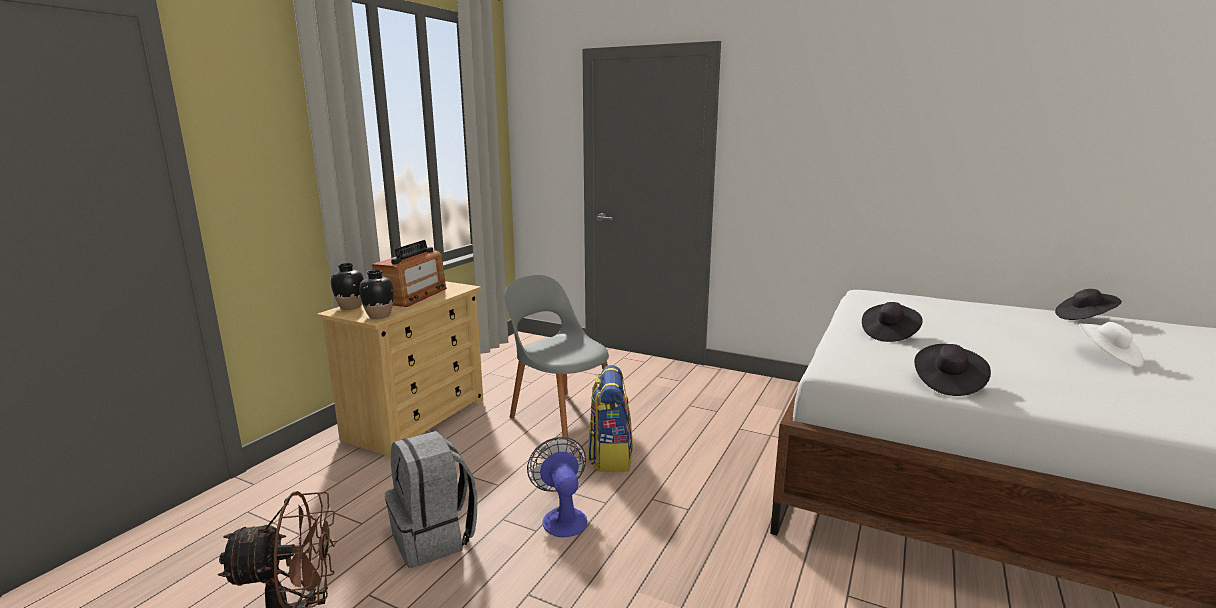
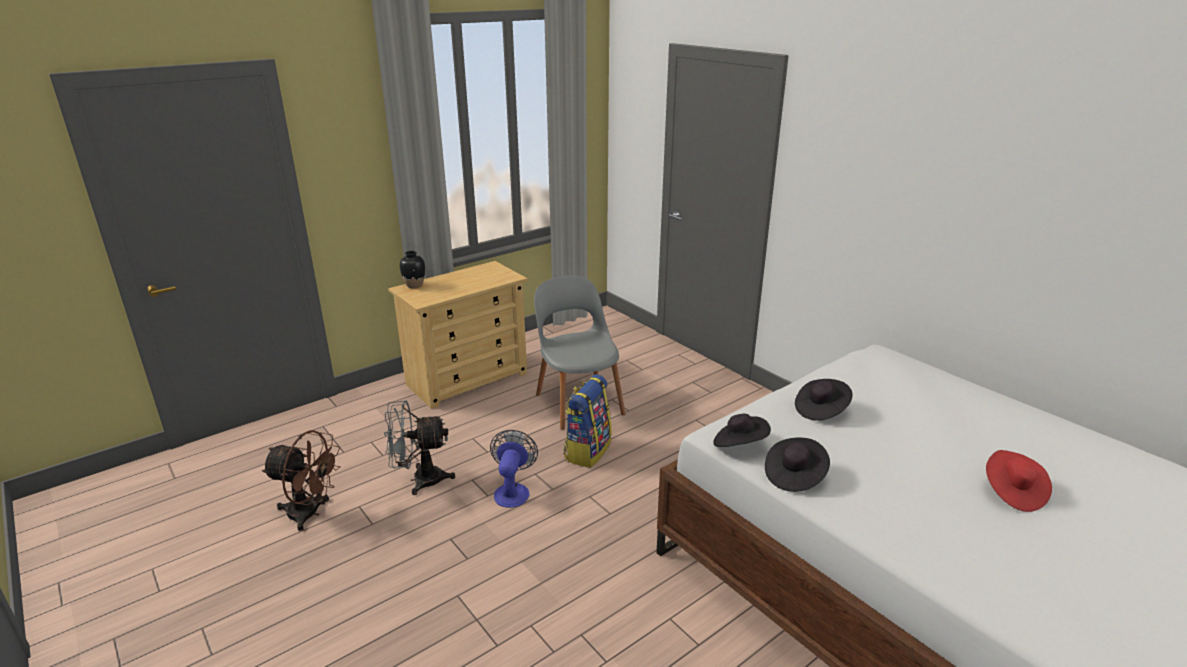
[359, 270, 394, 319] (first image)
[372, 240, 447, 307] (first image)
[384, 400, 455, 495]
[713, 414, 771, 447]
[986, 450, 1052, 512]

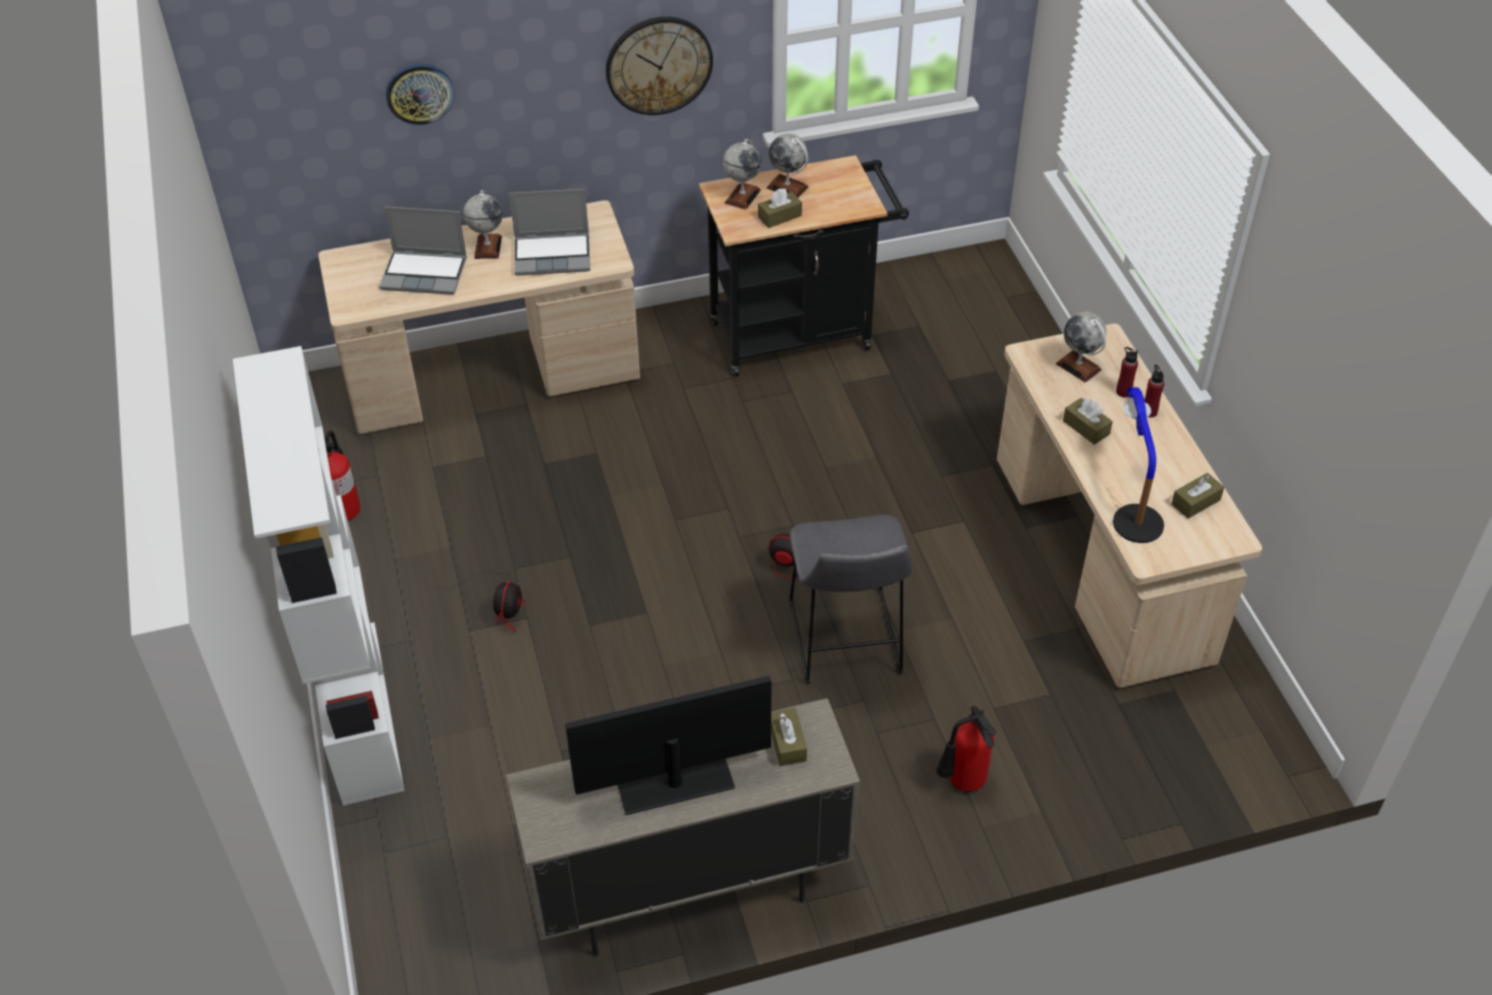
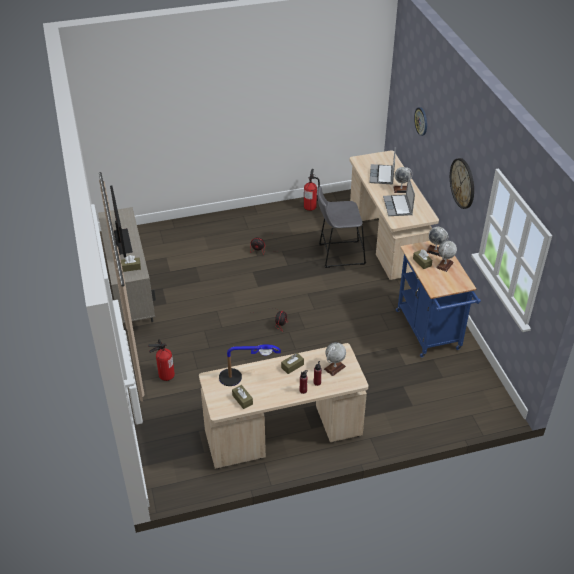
[233, 346, 404, 806] (first image)
[396, 241, 481, 357]
[318, 187, 366, 268]

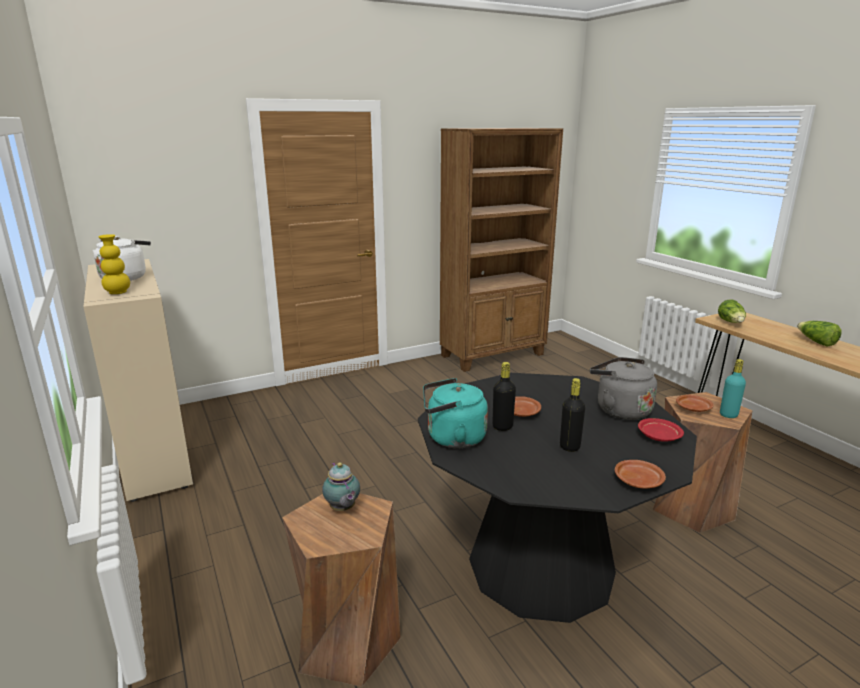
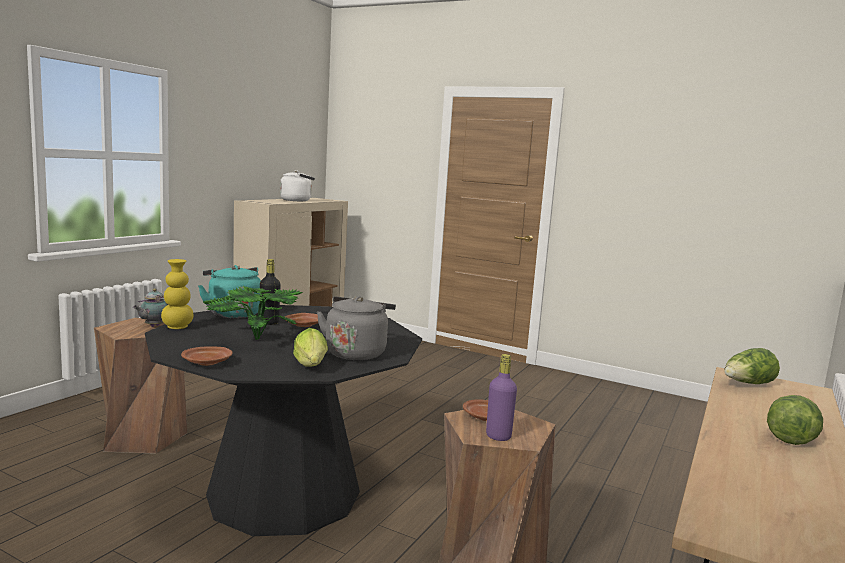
[161, 259, 194, 329]
[440, 128, 563, 372] (first image)
[203, 285, 303, 340]
[293, 328, 328, 367]
[486, 354, 517, 441]

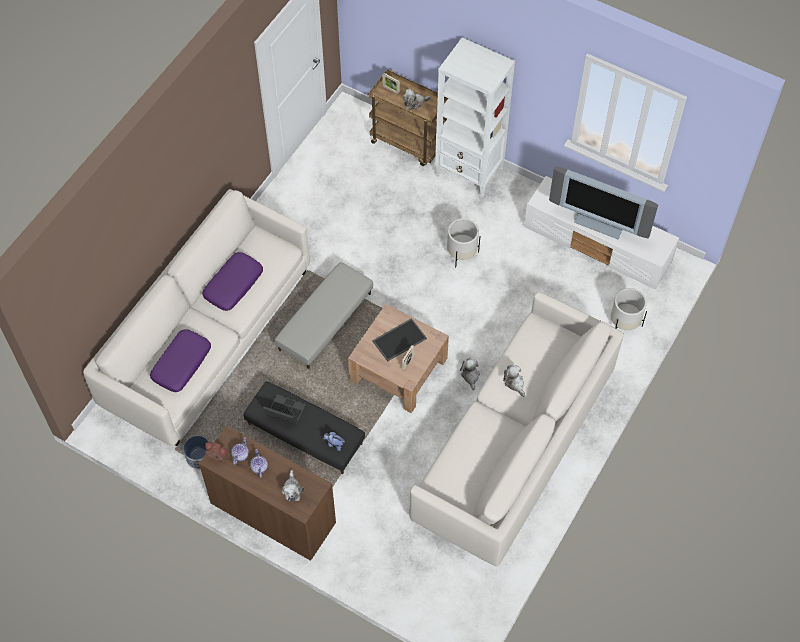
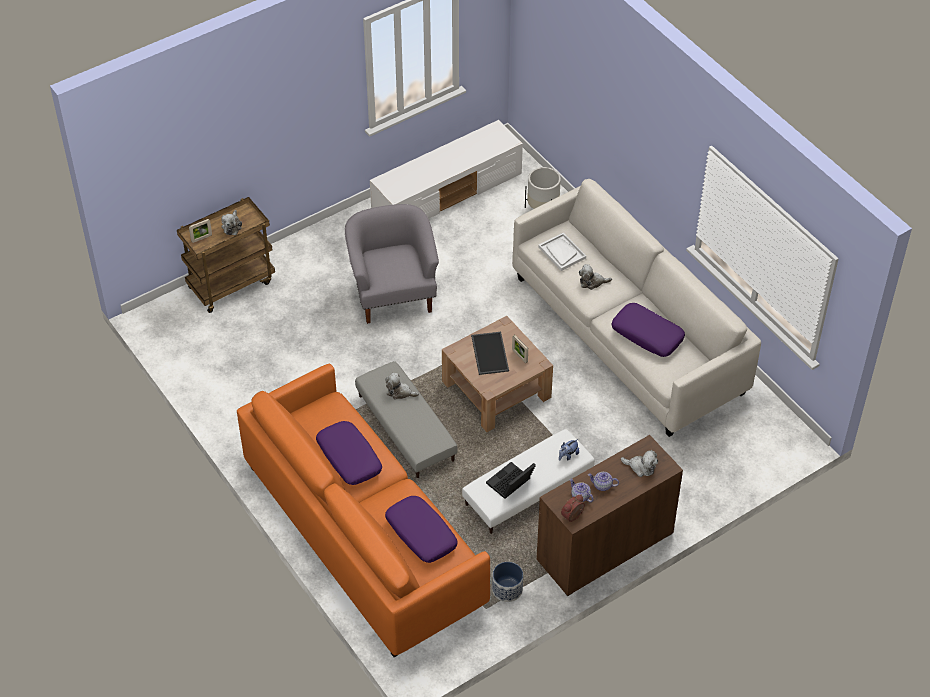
[237, 363, 490, 657]
[462, 429, 595, 534]
[435, 38, 515, 198] (first image)
[345, 204, 439, 324]
[385, 373, 419, 400]
[549, 166, 658, 239] (first image)
[538, 233, 586, 271]
[612, 303, 685, 357]

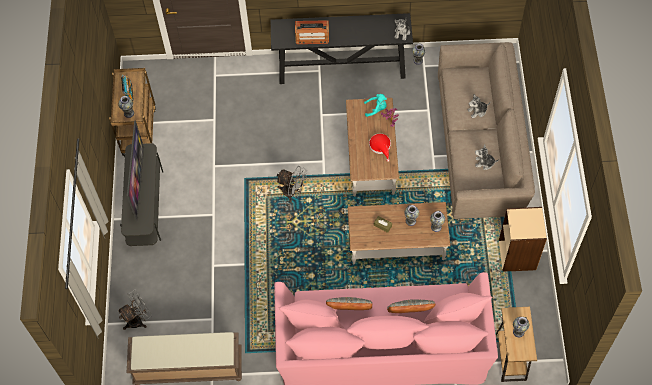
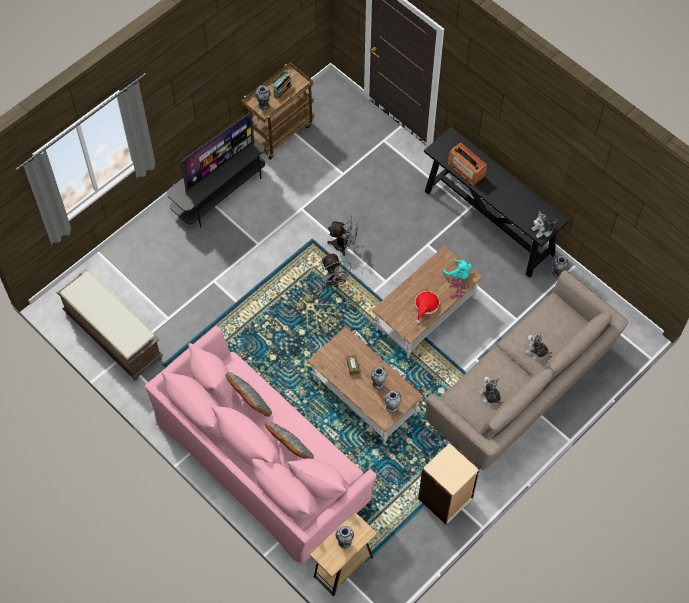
[327, 215, 359, 256]

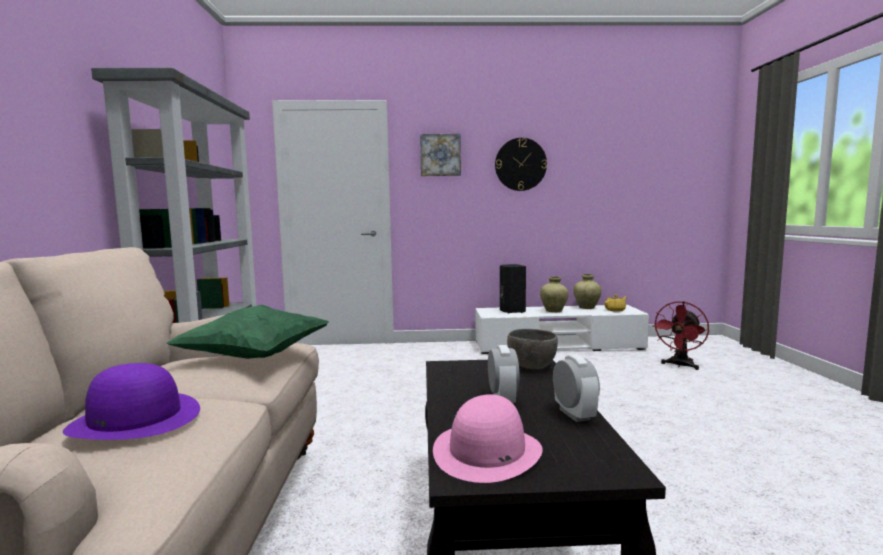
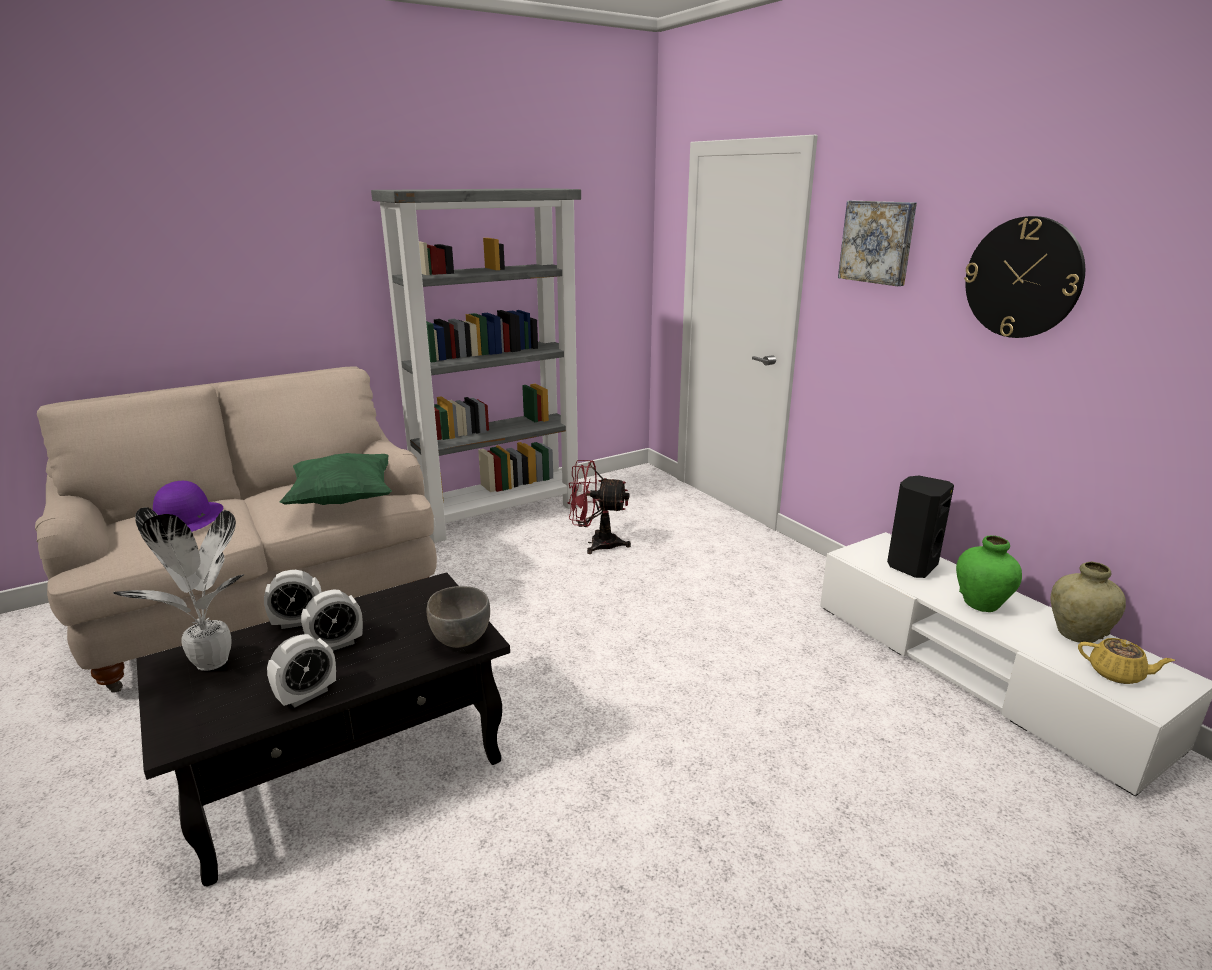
[113, 507, 245, 671]
[956, 536, 1022, 612]
[568, 460, 631, 554]
[264, 570, 321, 629]

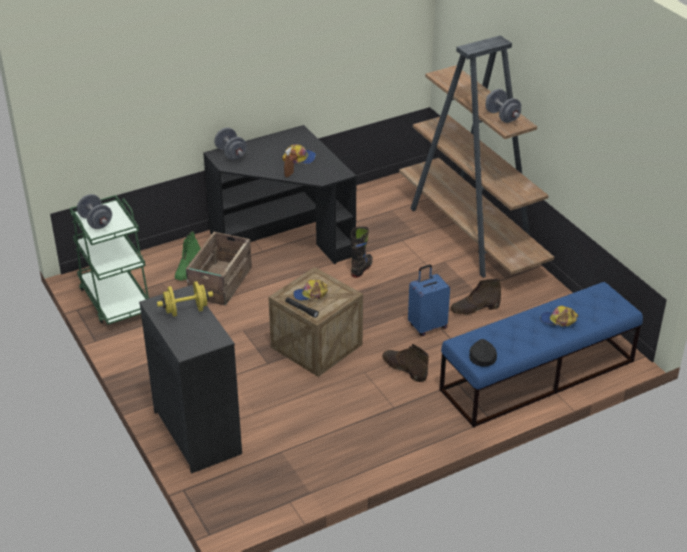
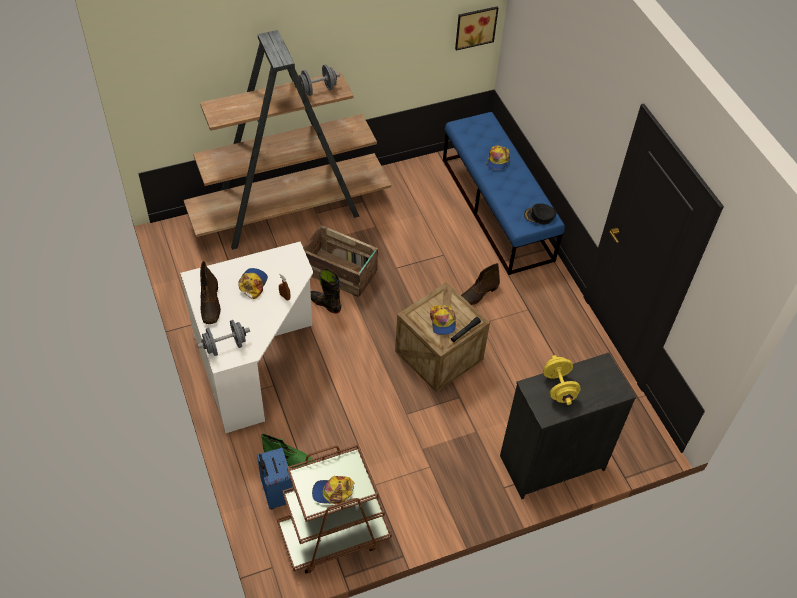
[277, 445, 392, 573]
[312, 476, 354, 504]
[303, 225, 378, 297]
[180, 242, 313, 433]
[257, 448, 293, 509]
[200, 261, 221, 324]
[455, 6, 498, 51]

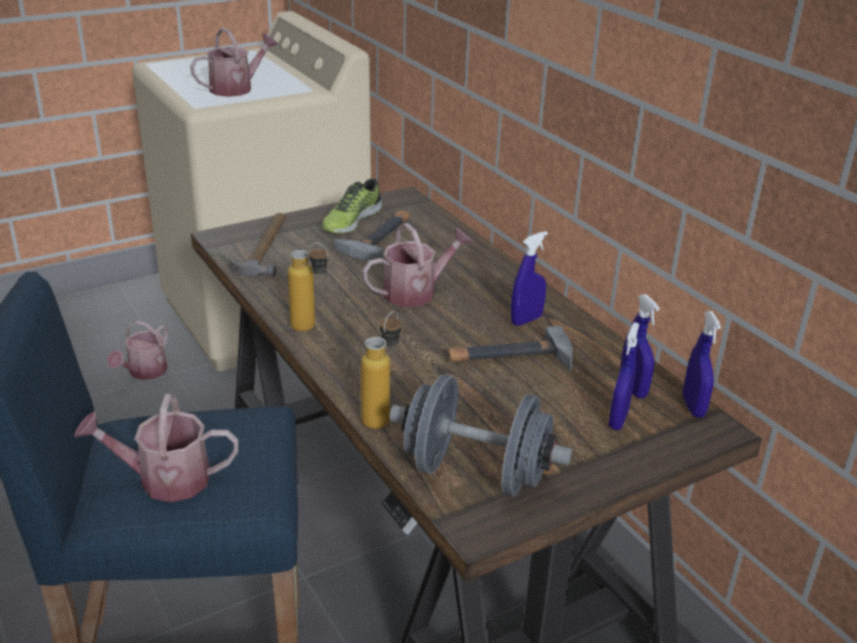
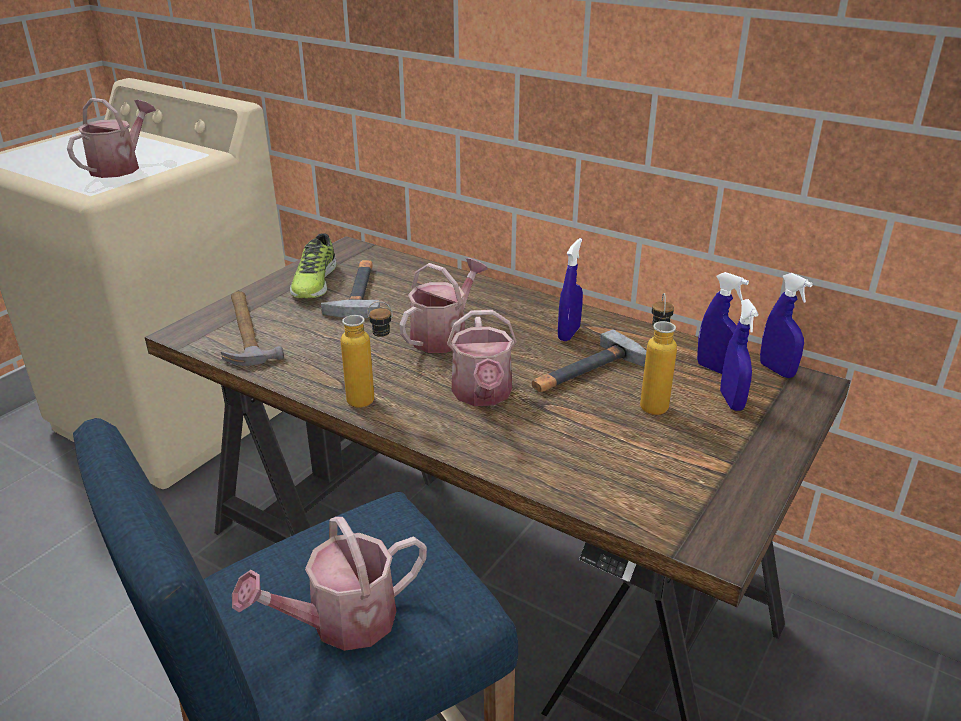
[447, 310, 517, 406]
[640, 293, 677, 415]
[390, 375, 572, 496] (first image)

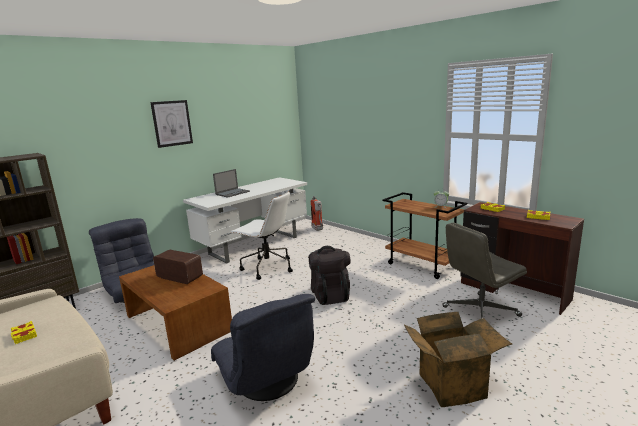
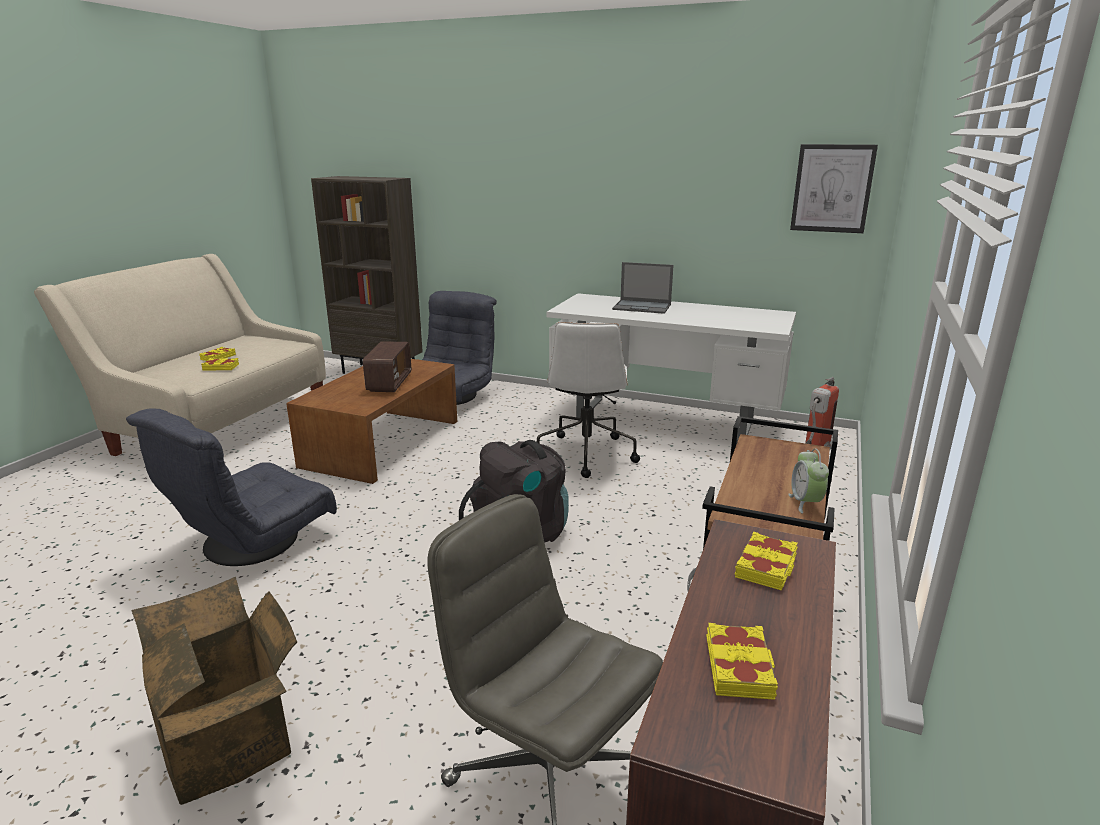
[790, 144, 878, 233]
[201, 358, 239, 370]

